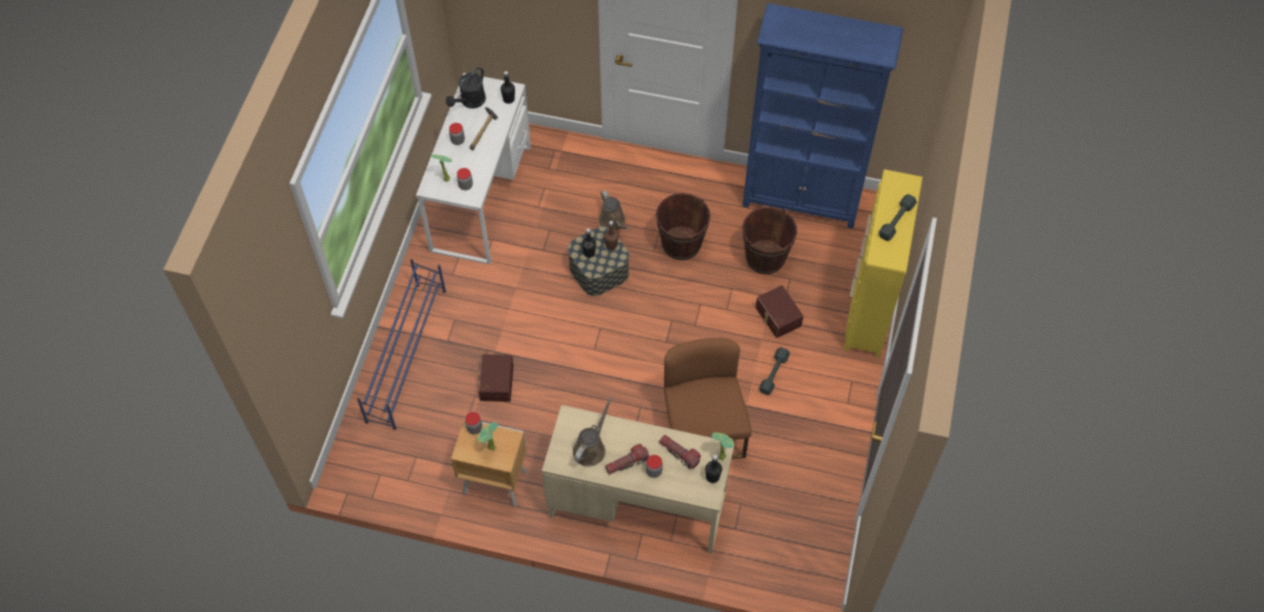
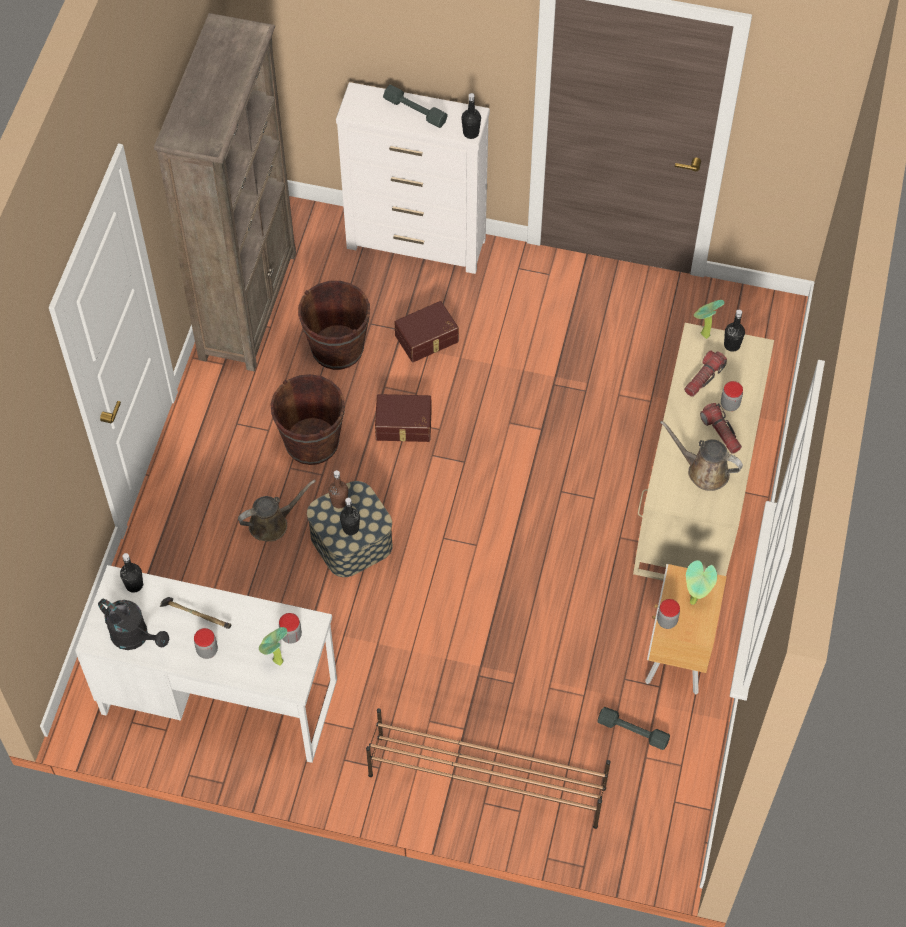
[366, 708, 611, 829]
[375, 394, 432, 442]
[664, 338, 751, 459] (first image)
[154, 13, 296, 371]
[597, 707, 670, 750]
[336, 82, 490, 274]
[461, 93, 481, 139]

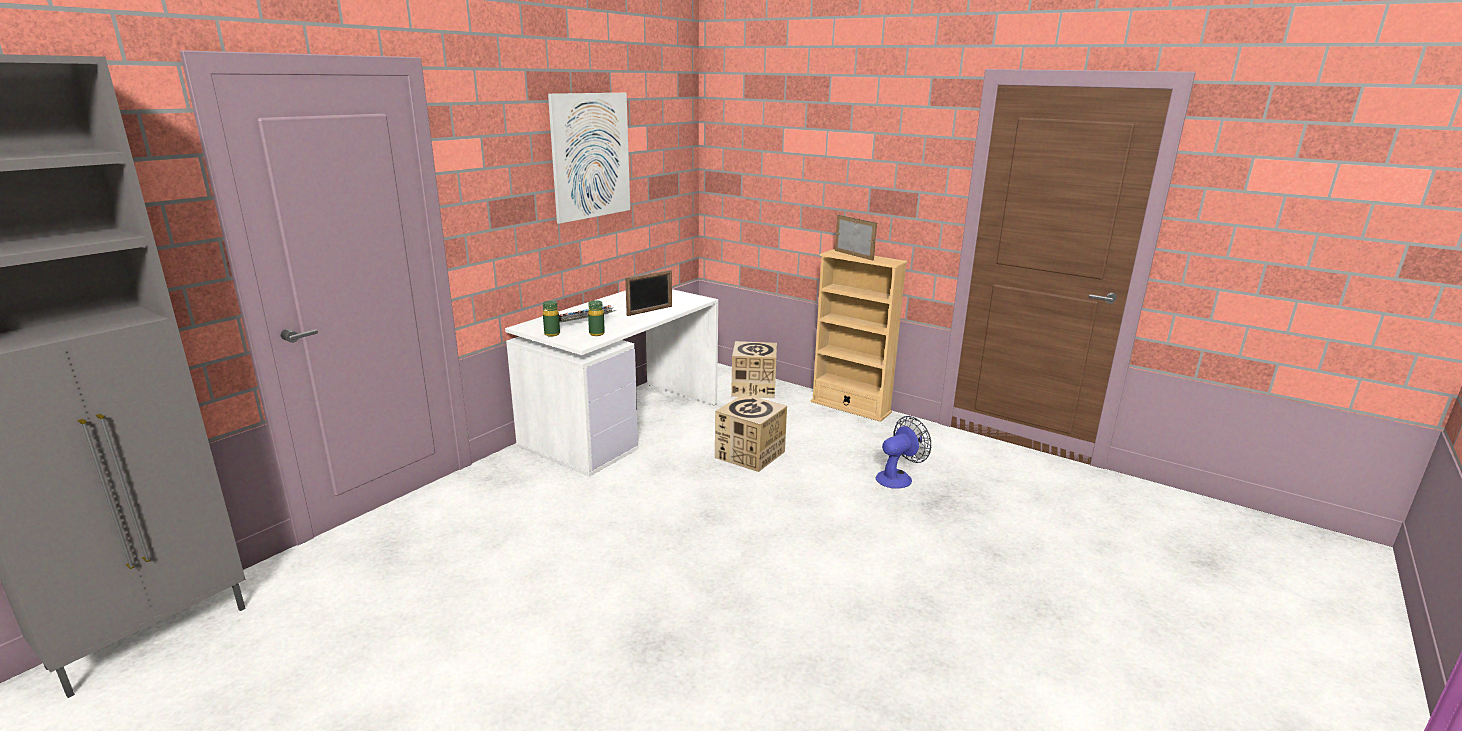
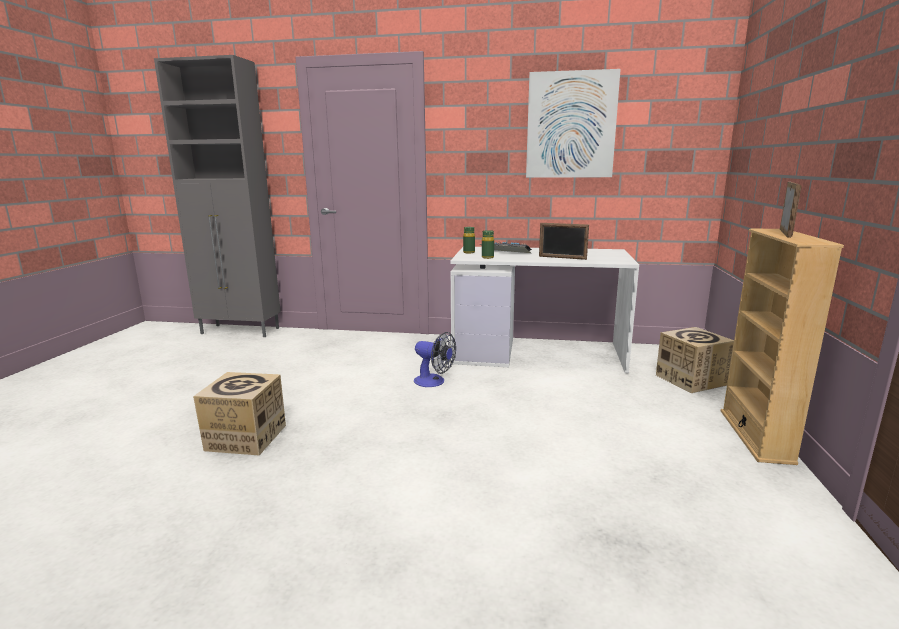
[193, 372, 286, 455]
[414, 332, 456, 387]

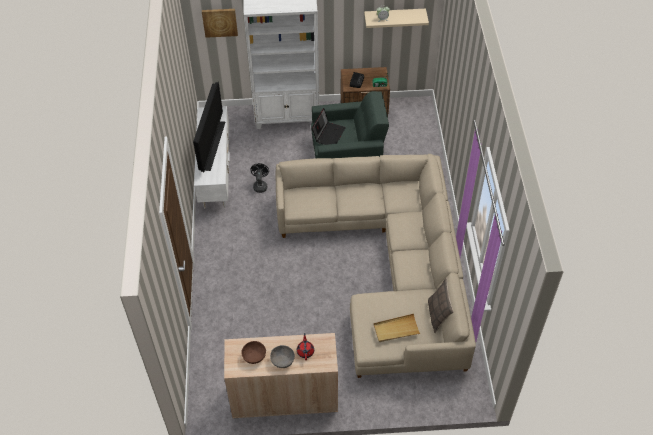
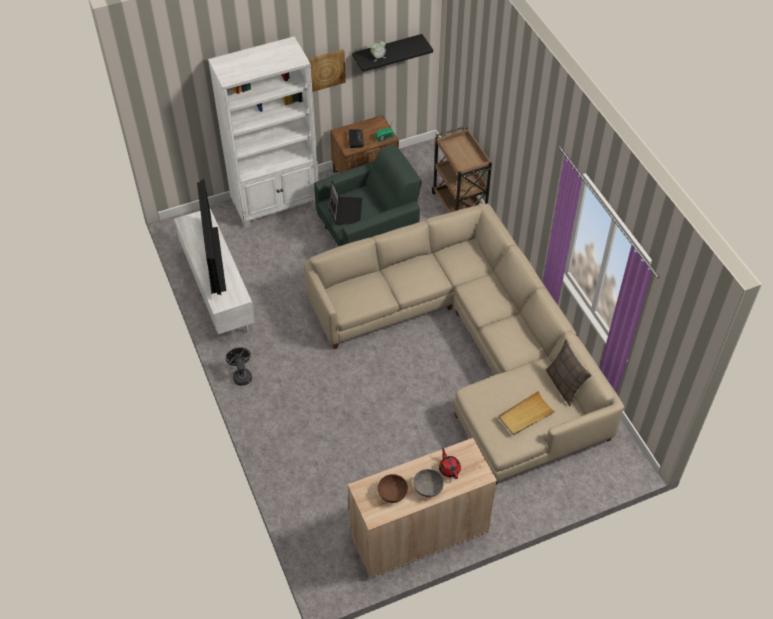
[308, 49, 346, 92]
[226, 347, 252, 386]
[352, 34, 433, 72]
[432, 127, 492, 213]

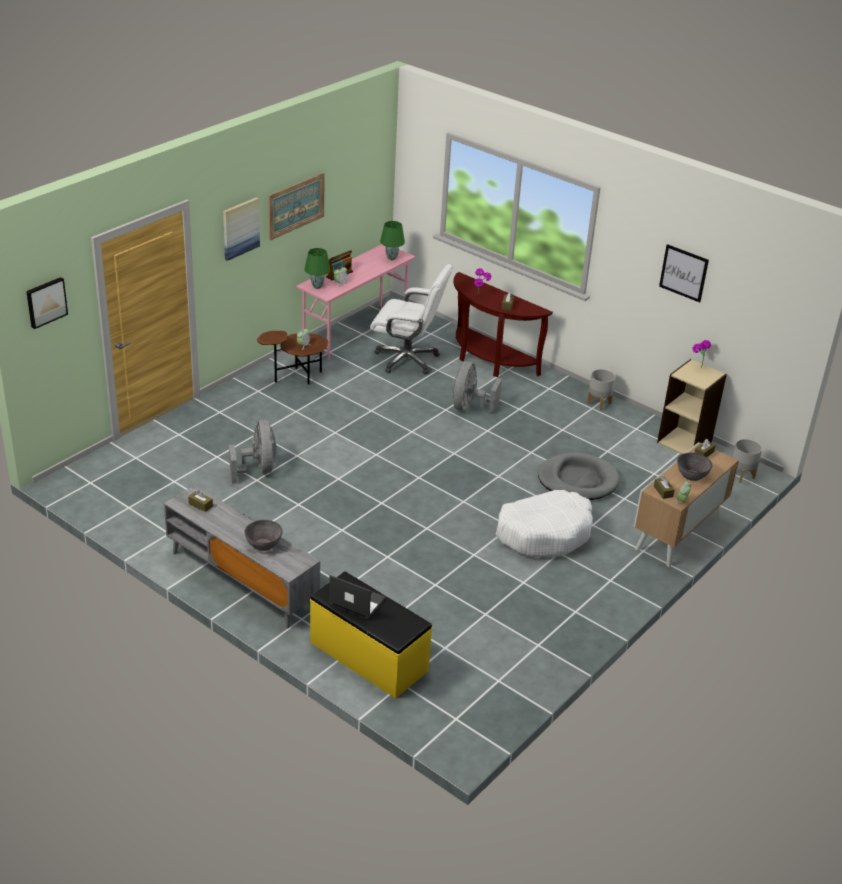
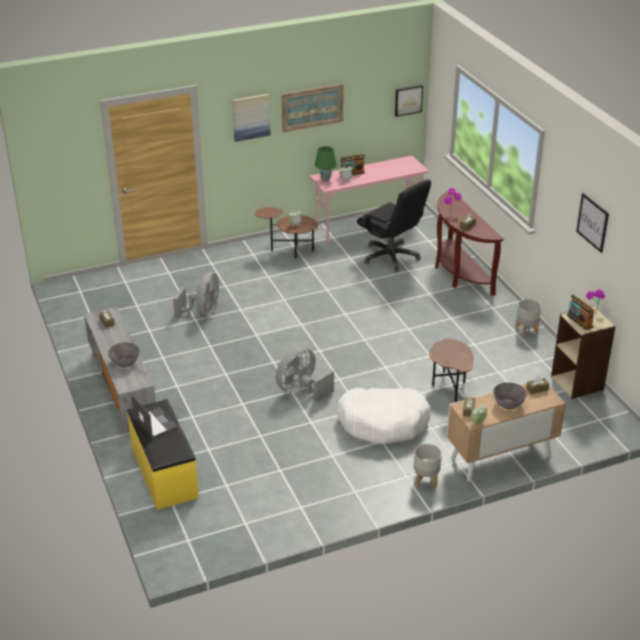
[395, 85, 423, 117]
[357, 179, 431, 272]
[380, 221, 405, 260] (first image)
[276, 346, 334, 402]
[429, 339, 474, 402]
[414, 444, 442, 487]
[567, 294, 595, 330]

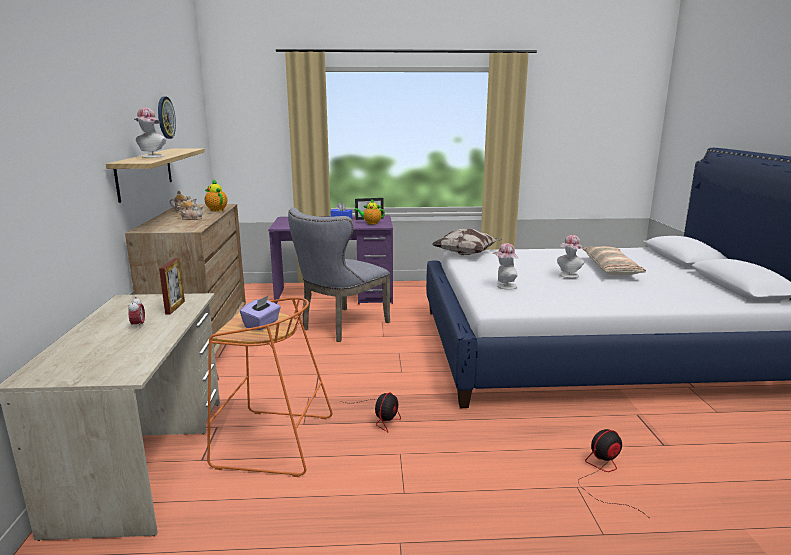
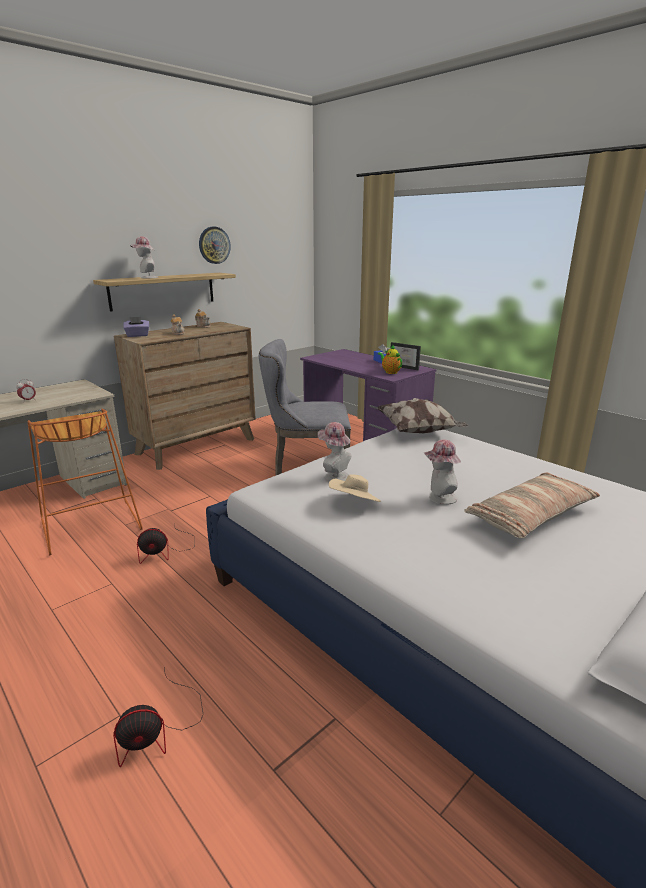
[159, 258, 185, 315] (first image)
[205, 180, 227, 211] (first image)
[123, 317, 149, 337]
[113, 667, 203, 767]
[329, 474, 381, 502]

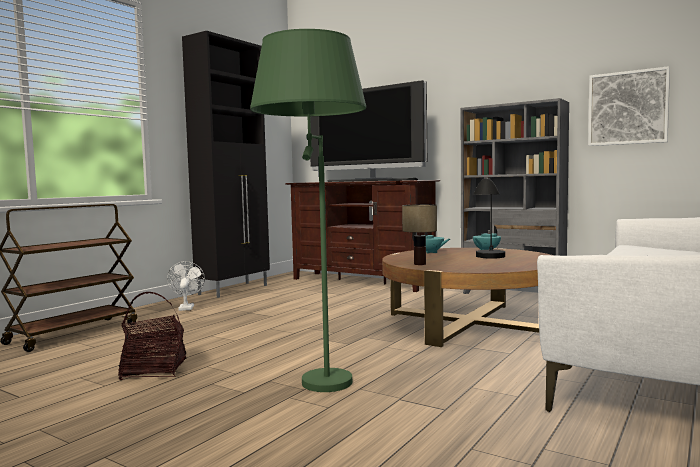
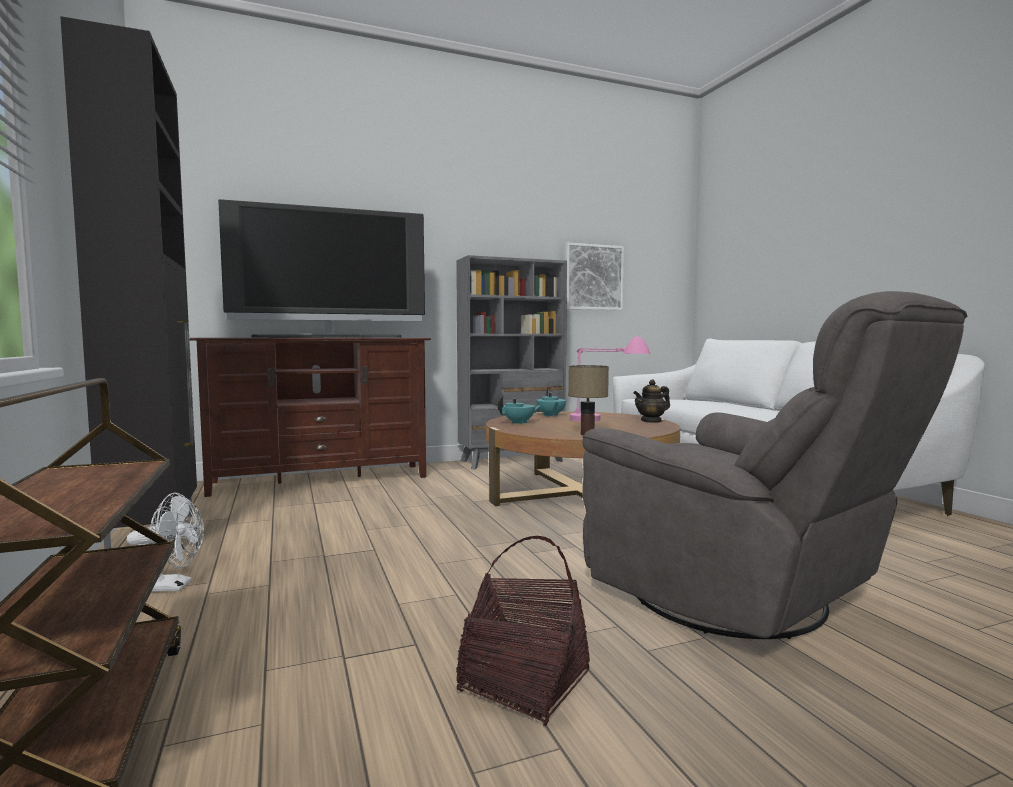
[127, 493, 204, 592]
[582, 291, 967, 639]
[570, 336, 651, 422]
[633, 379, 670, 423]

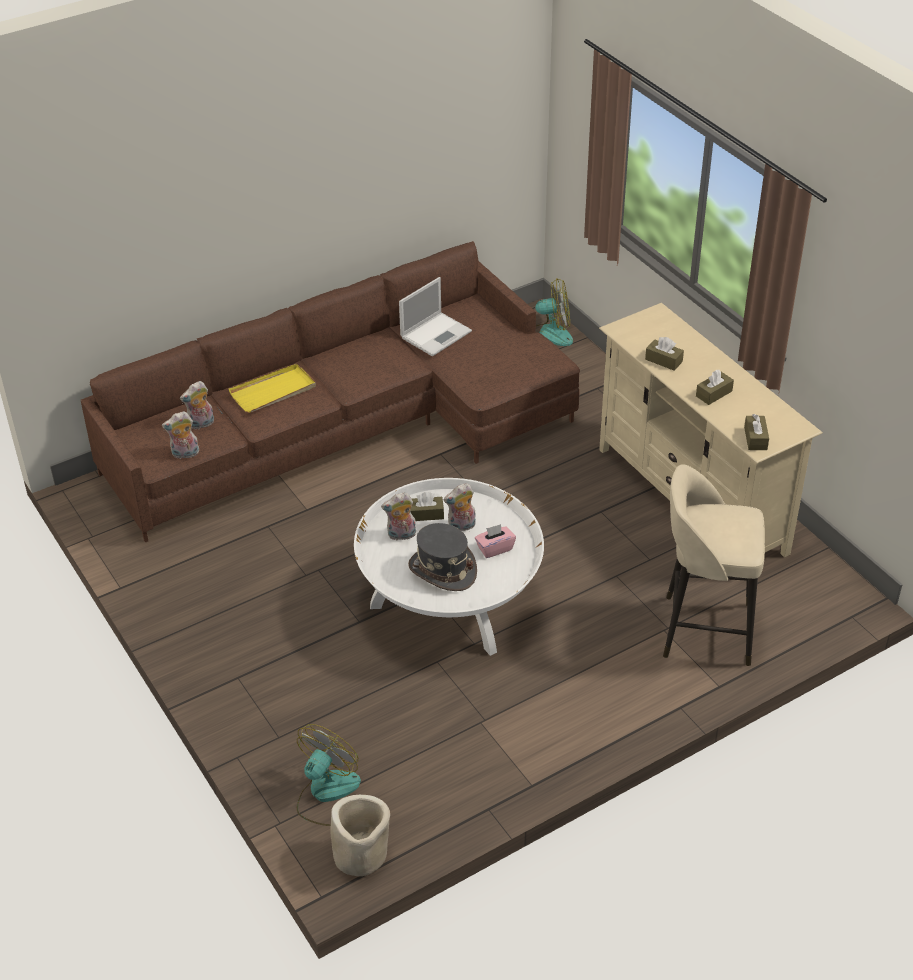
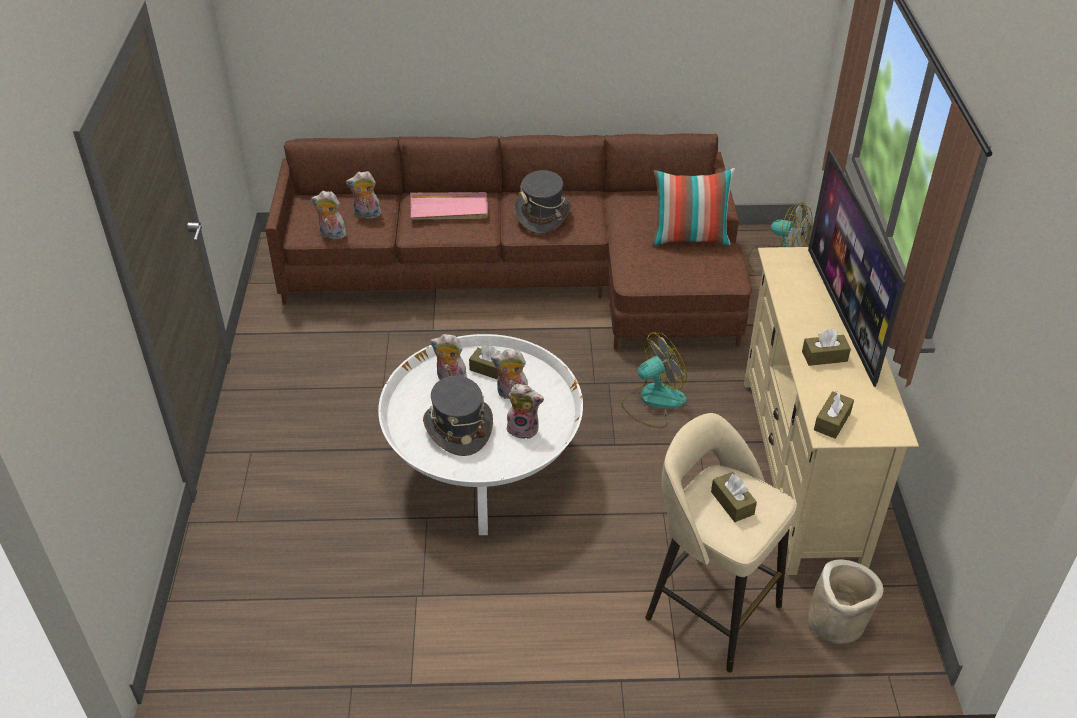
[410, 192, 488, 219]
[621, 333, 687, 428]
[808, 559, 883, 644]
[399, 277, 472, 356] (first image)
[505, 384, 544, 439]
[711, 472, 757, 522]
[514, 170, 571, 234]
[652, 168, 735, 246]
[808, 149, 906, 387]

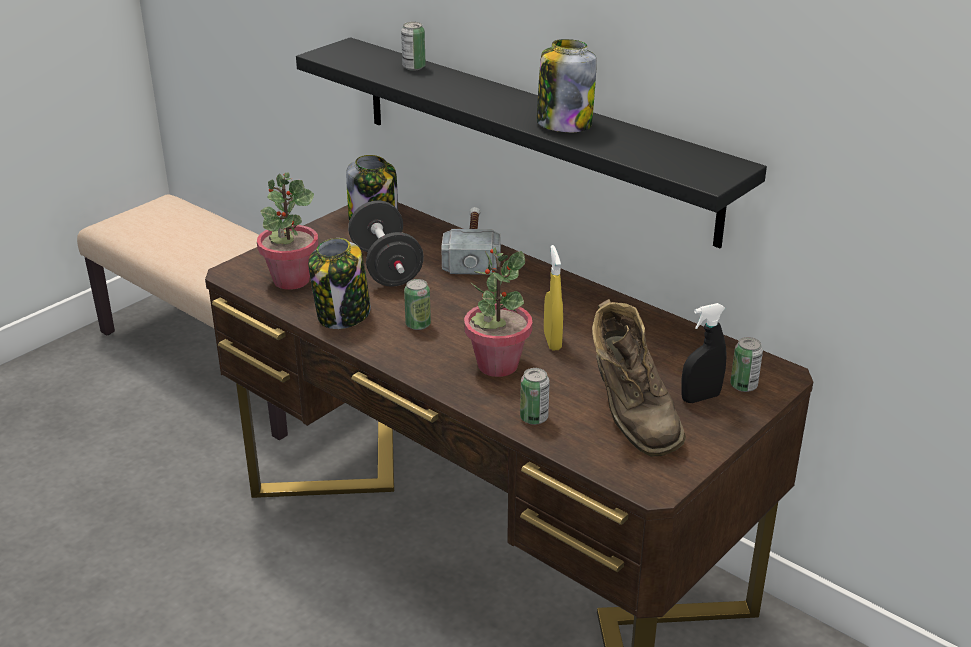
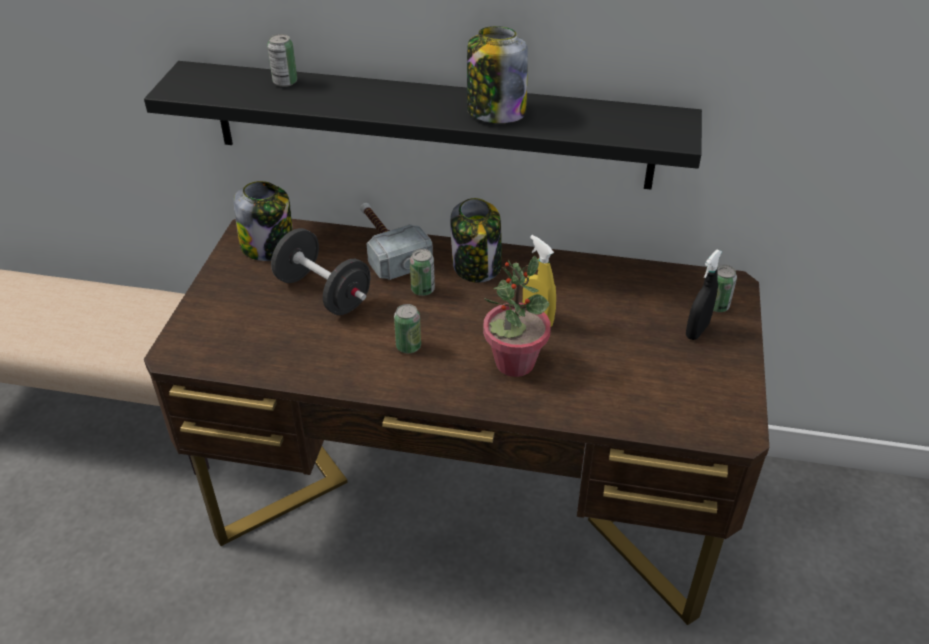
[257, 173, 319, 290] (first image)
[450, 198, 502, 283]
[410, 249, 435, 296]
[592, 299, 686, 457] (first image)

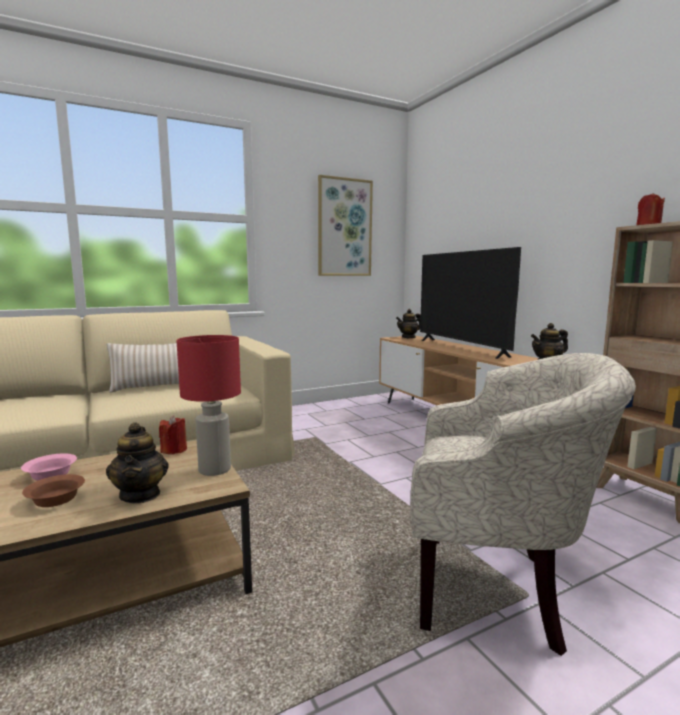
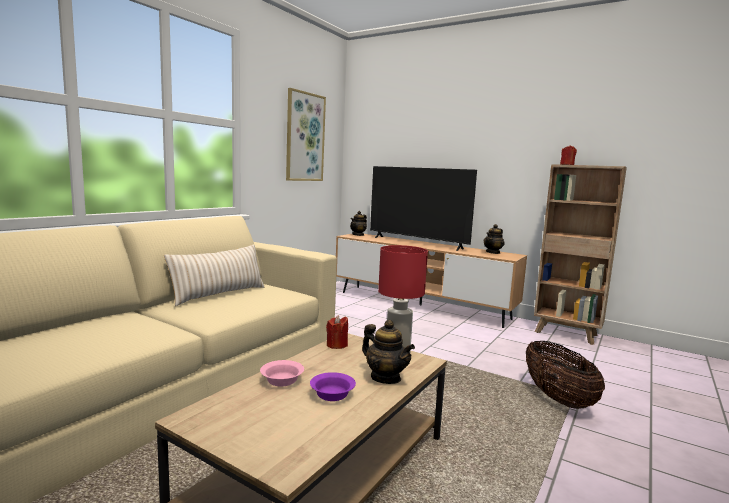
[310, 372, 356, 401]
[526, 341, 605, 409]

